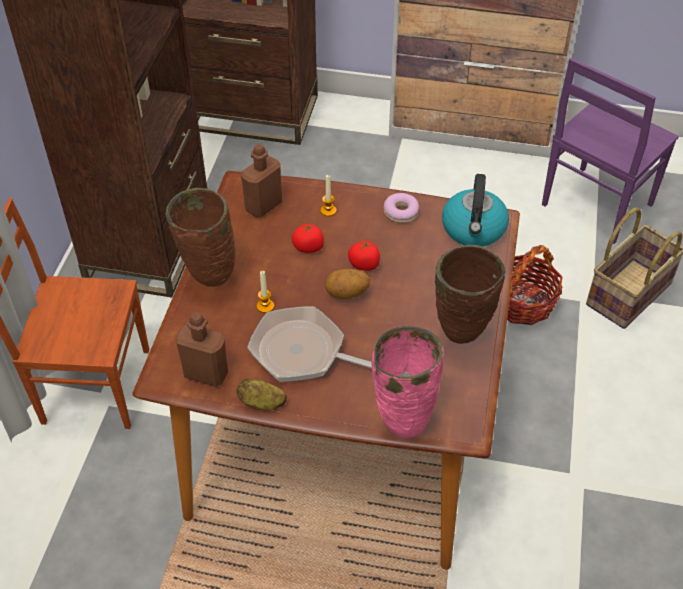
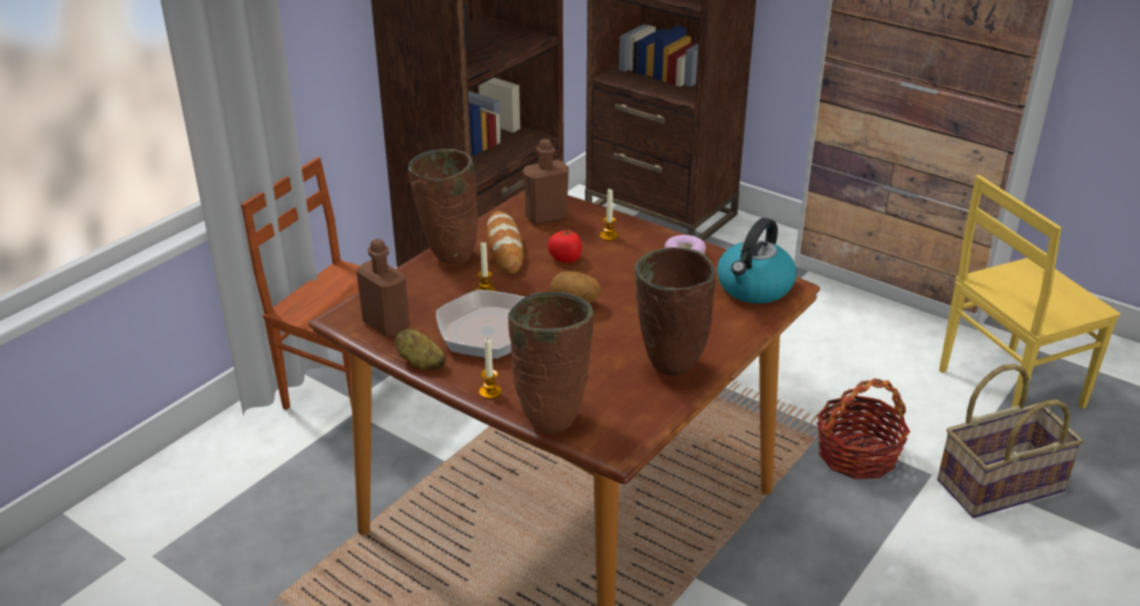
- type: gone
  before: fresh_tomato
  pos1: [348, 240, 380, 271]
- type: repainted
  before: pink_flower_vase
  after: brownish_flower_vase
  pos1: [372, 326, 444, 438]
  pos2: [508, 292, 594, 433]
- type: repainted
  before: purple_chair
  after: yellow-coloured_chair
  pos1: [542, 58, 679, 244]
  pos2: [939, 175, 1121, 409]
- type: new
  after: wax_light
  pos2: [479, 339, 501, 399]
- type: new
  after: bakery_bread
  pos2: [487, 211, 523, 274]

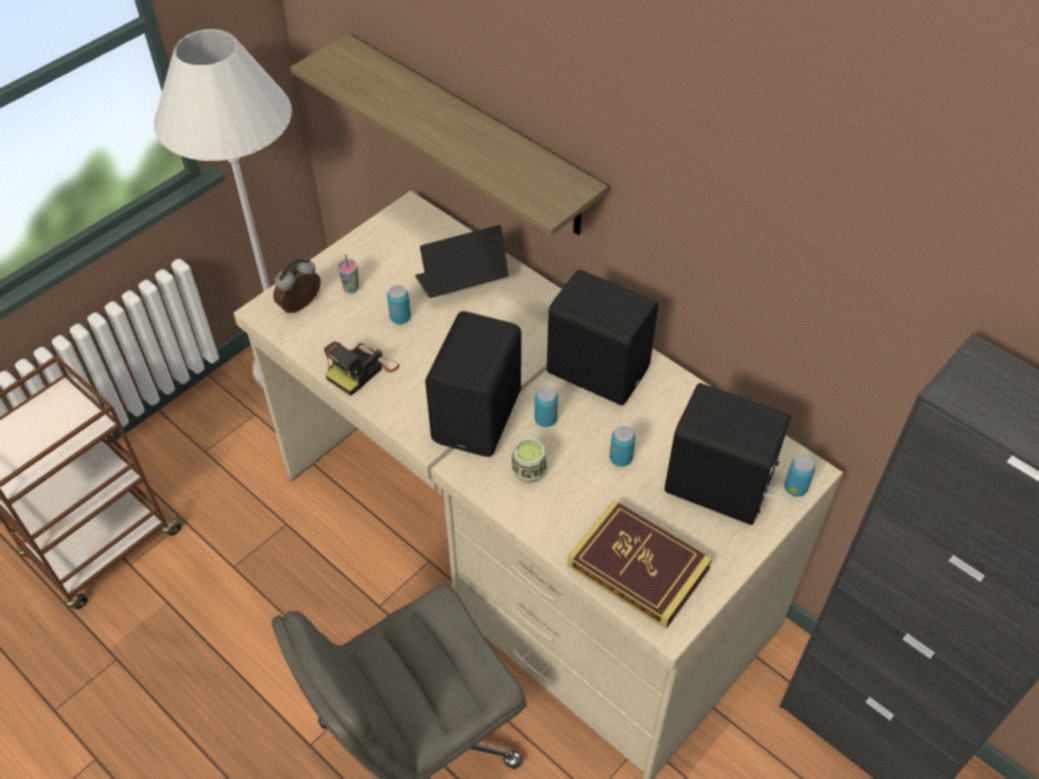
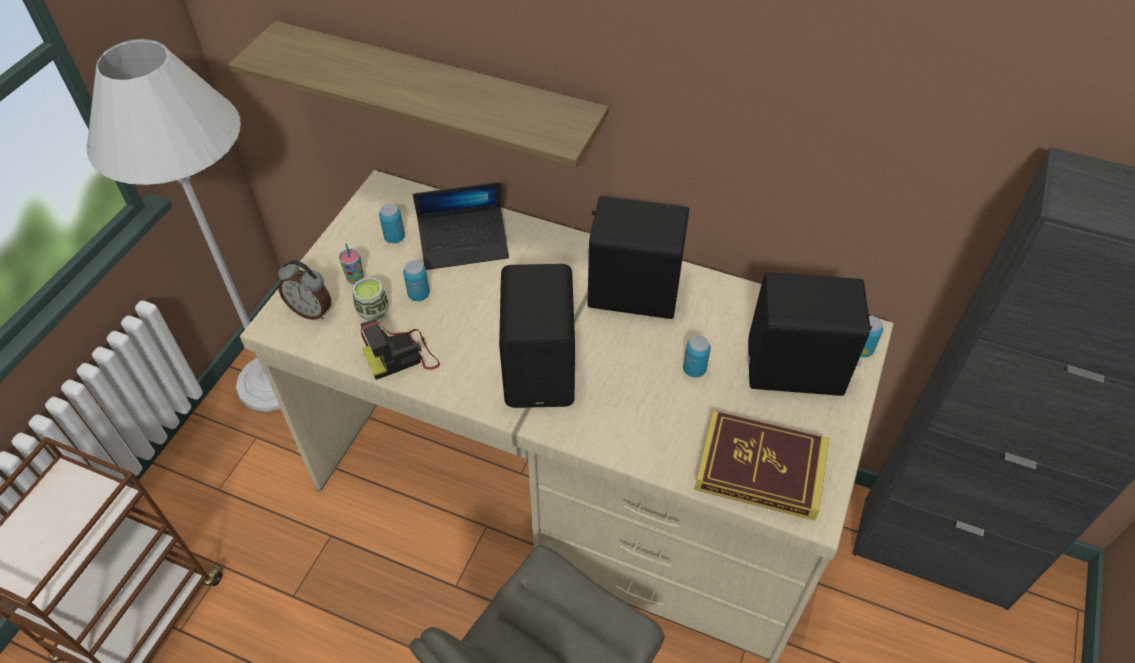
- type: rotated
  before: alarm_clock
  pos1: [273, 259, 321, 313]
  pos2: [278, 260, 331, 320]
  turn: -90
- type: rotated
  before: still_camera
  pos1: [324, 341, 399, 396]
  pos2: [361, 320, 440, 380]
  turn: 45
- type: rotated
  before: laptop
  pos1: [415, 225, 509, 298]
  pos2: [413, 182, 509, 270]
  turn: -150
- type: shifted
  before: drinking_cup
  pos1: [512, 438, 547, 483]
  pos2: [352, 277, 389, 321]
- type: shifted
  before: sealed_can
  pos1: [534, 387, 558, 427]
  pos2: [379, 204, 405, 243]

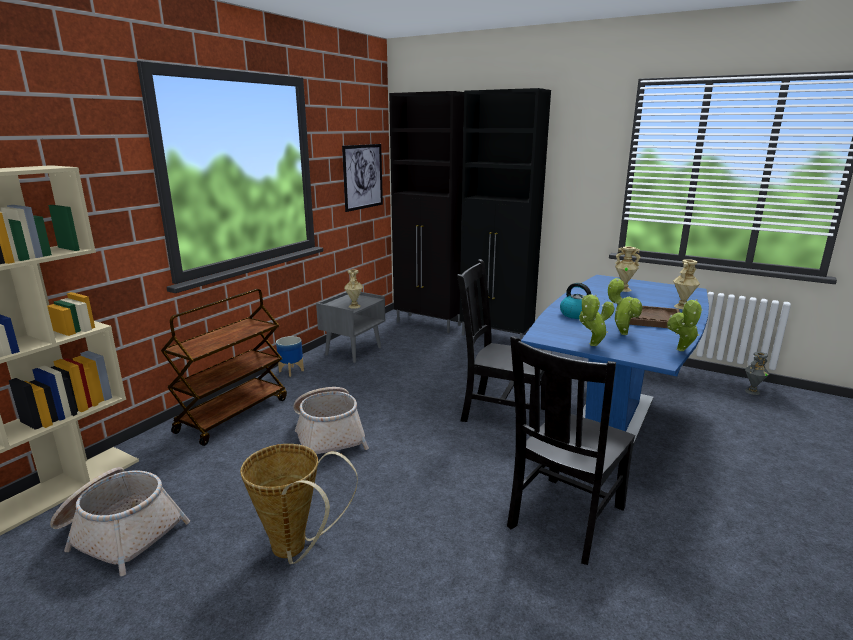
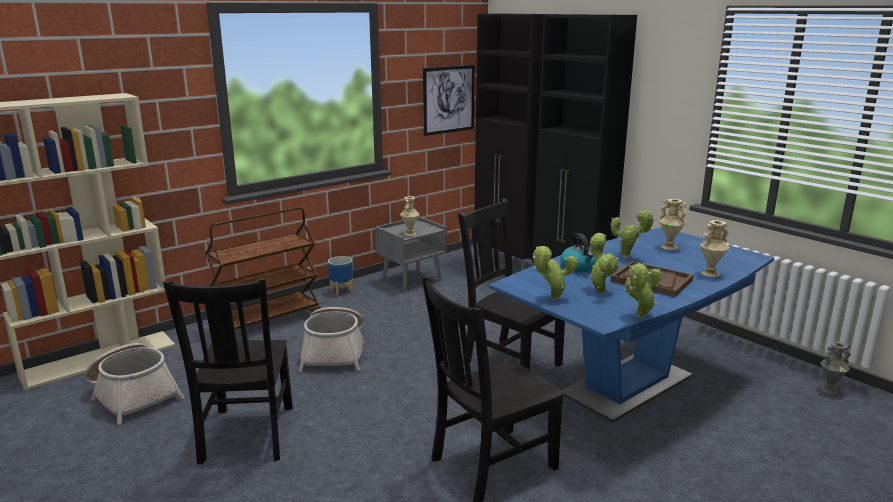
- type: swapped
  before: basket
  after: black-coloured_chair
  pos1: [240, 444, 358, 564]
  pos2: [163, 278, 293, 465]
- type: new
  after: houseplant
  pos2: [611, 209, 655, 258]

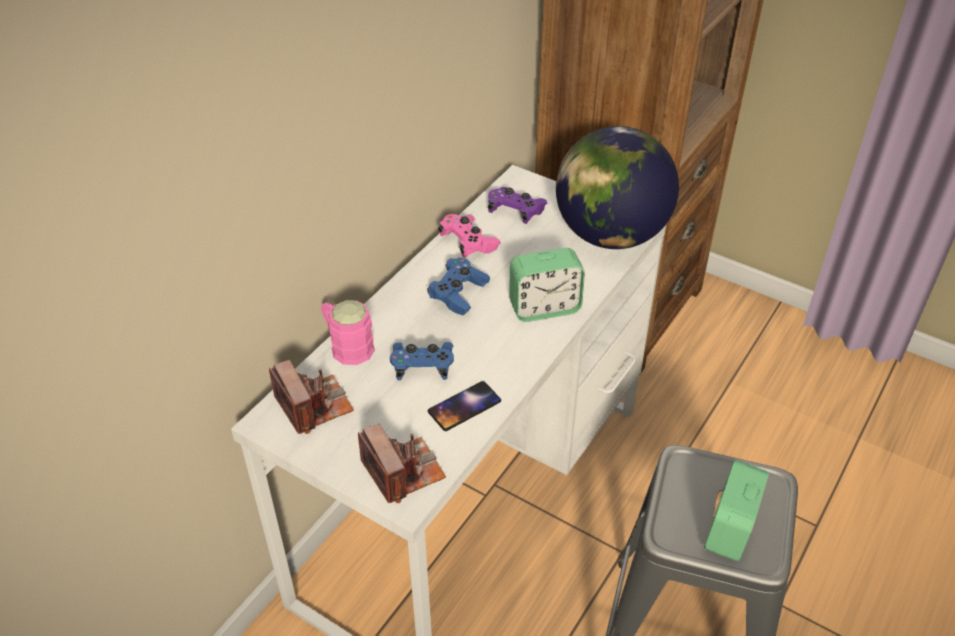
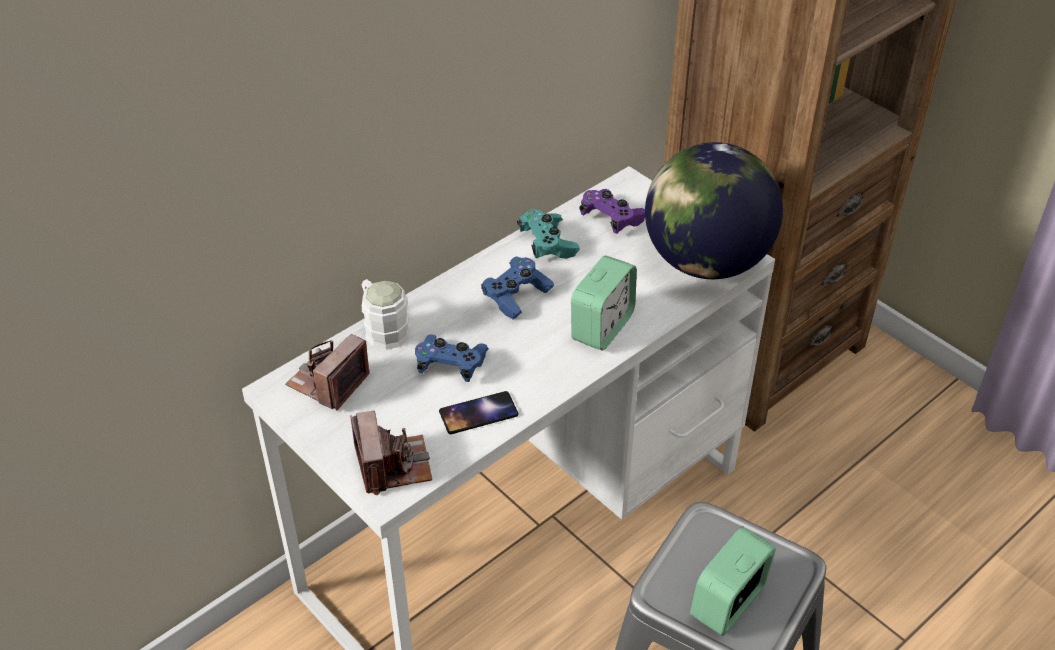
- type: rotated
  before: still_camera
  pos1: [269, 360, 354, 434]
  pos2: [285, 334, 370, 411]
  turn: -135
- type: repainted
  before: pink_mug
  after: white-coloured_mug
  pos1: [320, 300, 375, 365]
  pos2: [362, 279, 410, 350]
- type: repainted
  before: pink_game_controller
  after: blue-green_game_controller
  pos1: [438, 214, 500, 258]
  pos2: [517, 209, 580, 259]
- type: rotated
  before: alarm_clock
  pos1: [509, 248, 585, 322]
  pos2: [571, 255, 637, 351]
  turn: -60

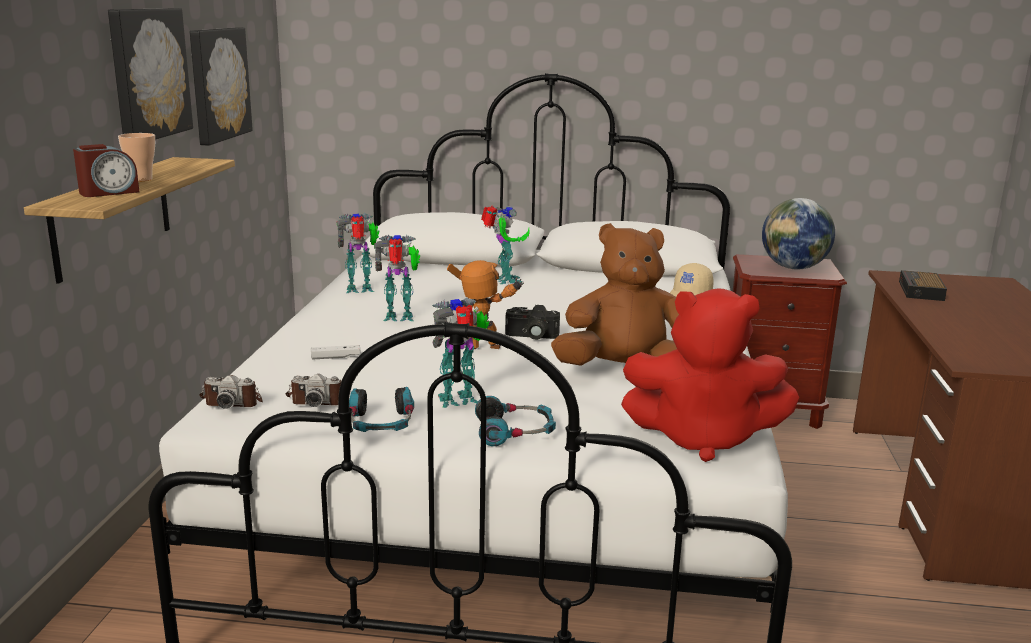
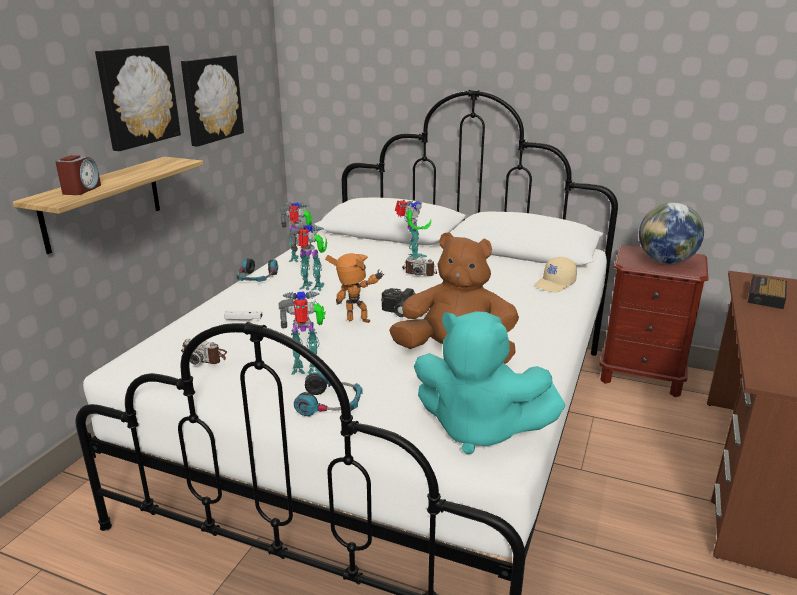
- type: rotated
  before: alarm_clock
  pos1: [73, 144, 139, 197]
  pos2: [55, 155, 101, 195]
  turn: -60
- type: gone
  before: drinking_cup
  pos1: [118, 133, 155, 181]
- type: shifted
  before: still_camera
  pos1: [199, 375, 263, 409]
  pos2: [402, 257, 437, 276]
- type: shifted
  before: headphones
  pos1: [349, 387, 414, 432]
  pos2: [237, 258, 278, 282]
- type: repainted
  before: reddish_plush_toy
  after: blue-green_plush_toy
  pos1: [621, 288, 799, 462]
  pos2: [414, 311, 566, 454]

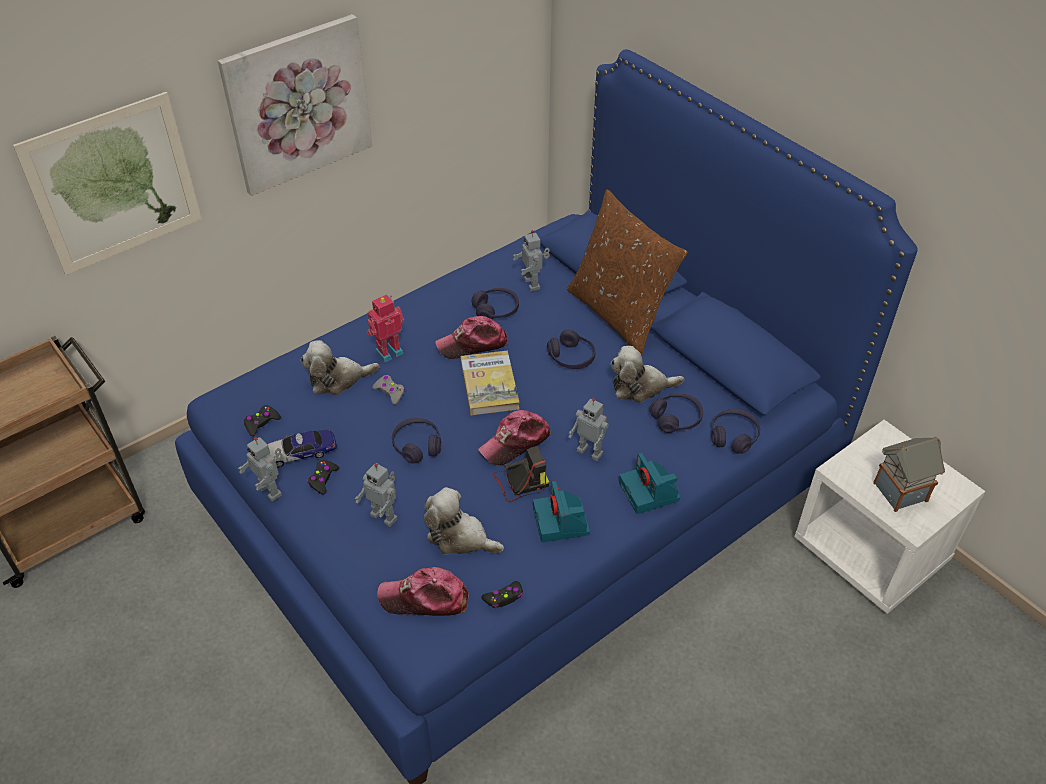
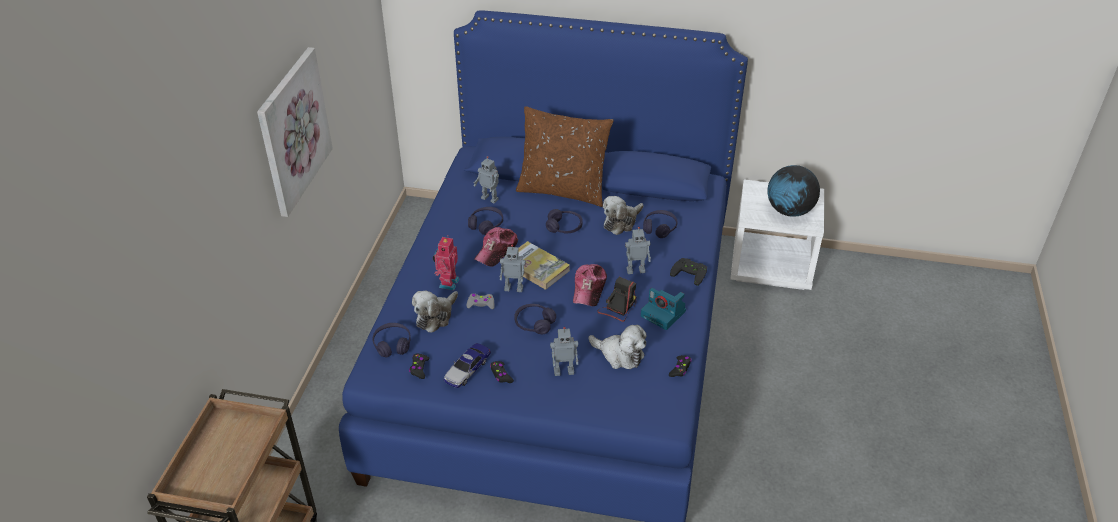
- type: gone
  before: wall_picture
  pos1: [13, 92, 202, 275]
- type: shifted
  before: model_robot
  pos1: [238, 437, 282, 502]
  pos2: [500, 244, 526, 292]
- type: gone
  before: peaked_cap
  pos1: [377, 567, 469, 616]
- type: rotated
  before: plush_toy
  pos1: [423, 487, 504, 555]
  pos2: [588, 325, 647, 369]
  turn: -135
- type: swapped
  before: still_camera
  after: black-coloured_game_controller
  pos1: [619, 453, 680, 514]
  pos2: [670, 258, 707, 286]
- type: shifted
  before: purple_headphones
  pos1: [711, 409, 760, 454]
  pos2: [372, 323, 411, 358]
- type: swapped
  before: miniature_house
  after: globe
  pos1: [873, 437, 945, 512]
  pos2: [767, 165, 820, 217]

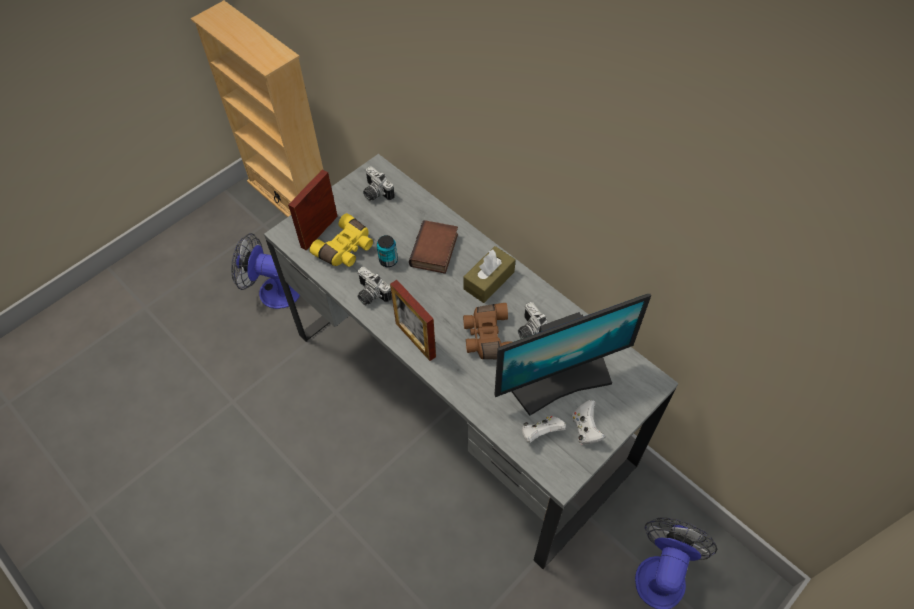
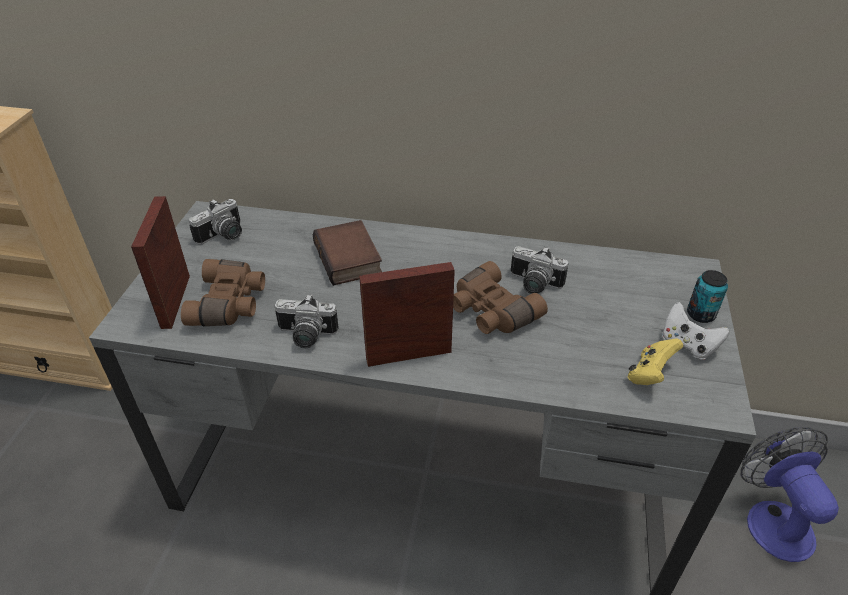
- type: gone
  before: cooling_fan
  pos1: [231, 233, 300, 309]
- type: repainted
  before: yellow-coloured_binoculars
  after: brownish_binoculars
  pos1: [310, 213, 373, 267]
  pos2: [181, 259, 265, 326]
- type: rotated
  before: still_camera
  pos1: [363, 166, 395, 201]
  pos2: [189, 199, 242, 244]
  turn: -60
- type: shifted
  before: sealed_can
  pos1: [377, 235, 398, 267]
  pos2: [687, 270, 728, 323]
- type: rotated
  before: picture_frame
  pos1: [390, 280, 436, 361]
  pos2: [359, 262, 455, 367]
  turn: 150
- type: gone
  before: brownish_tissue_box
  pos1: [463, 246, 516, 303]
- type: gone
  before: monitor
  pos1: [494, 294, 651, 416]
- type: repainted
  before: white-coloured_game_controller
  after: yellow-coloured_game_controller
  pos1: [522, 416, 566, 443]
  pos2: [628, 338, 683, 385]

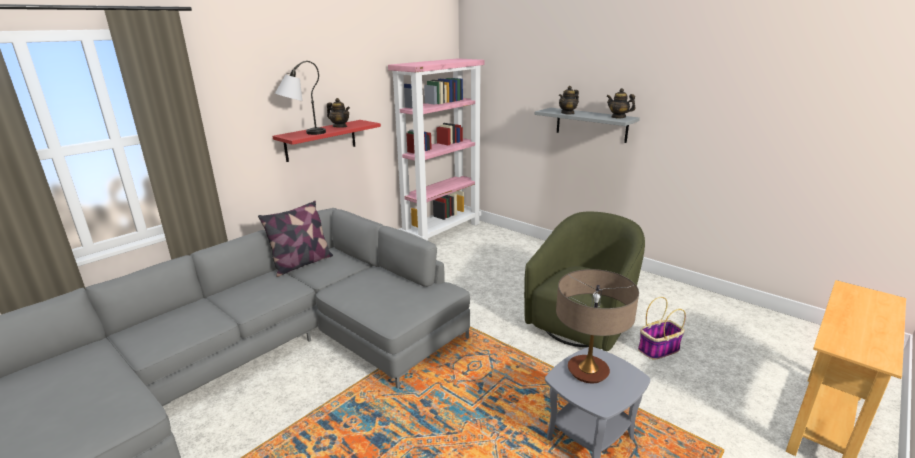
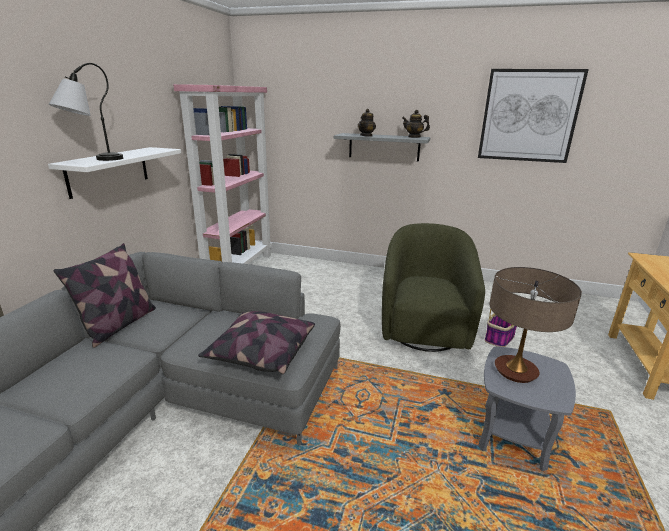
- type: repainted
  before: reddish_shelf
  after: white-coloured_shelf
  pos1: [273, 120, 381, 162]
  pos2: [48, 147, 181, 199]
- type: gone
  before: pot_for_tea
  pos1: [327, 98, 350, 128]
- type: new
  after: pillow
  pos2: [198, 311, 315, 374]
- type: new
  after: wall_picture
  pos2: [478, 69, 589, 163]

